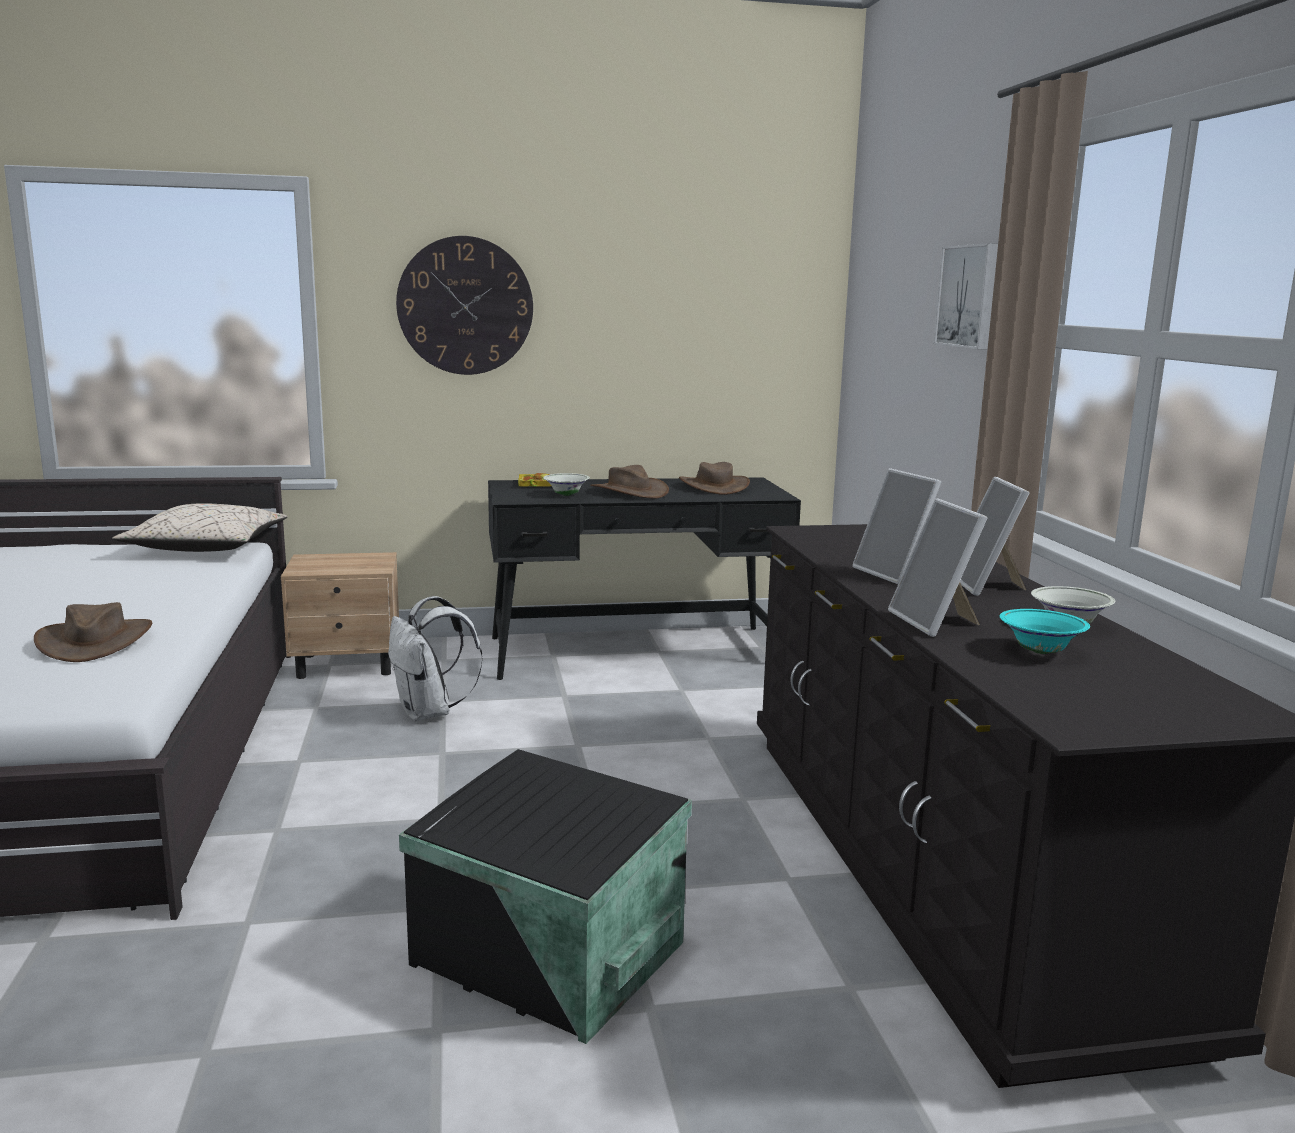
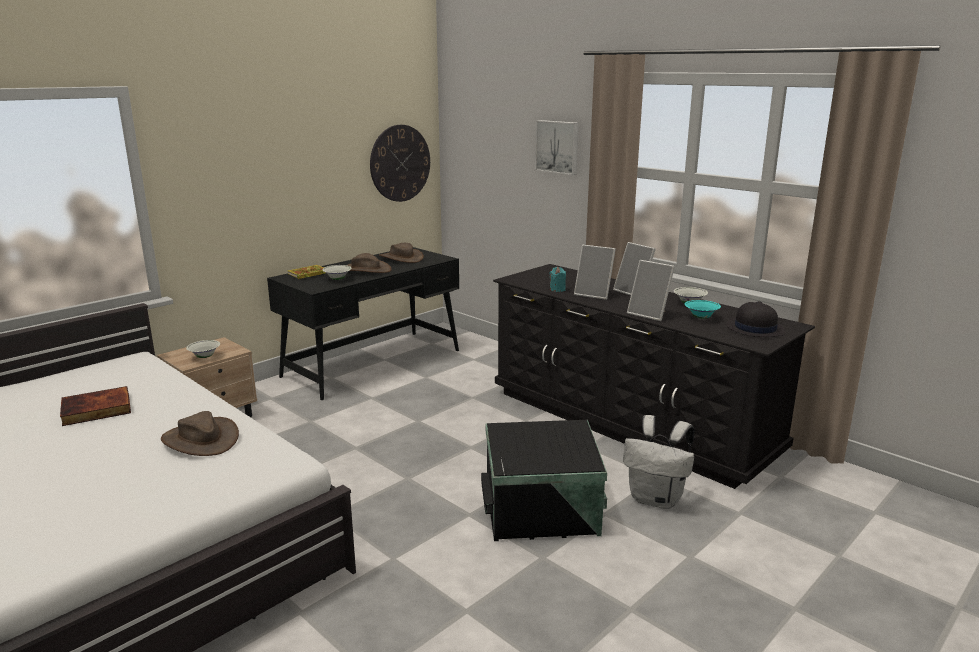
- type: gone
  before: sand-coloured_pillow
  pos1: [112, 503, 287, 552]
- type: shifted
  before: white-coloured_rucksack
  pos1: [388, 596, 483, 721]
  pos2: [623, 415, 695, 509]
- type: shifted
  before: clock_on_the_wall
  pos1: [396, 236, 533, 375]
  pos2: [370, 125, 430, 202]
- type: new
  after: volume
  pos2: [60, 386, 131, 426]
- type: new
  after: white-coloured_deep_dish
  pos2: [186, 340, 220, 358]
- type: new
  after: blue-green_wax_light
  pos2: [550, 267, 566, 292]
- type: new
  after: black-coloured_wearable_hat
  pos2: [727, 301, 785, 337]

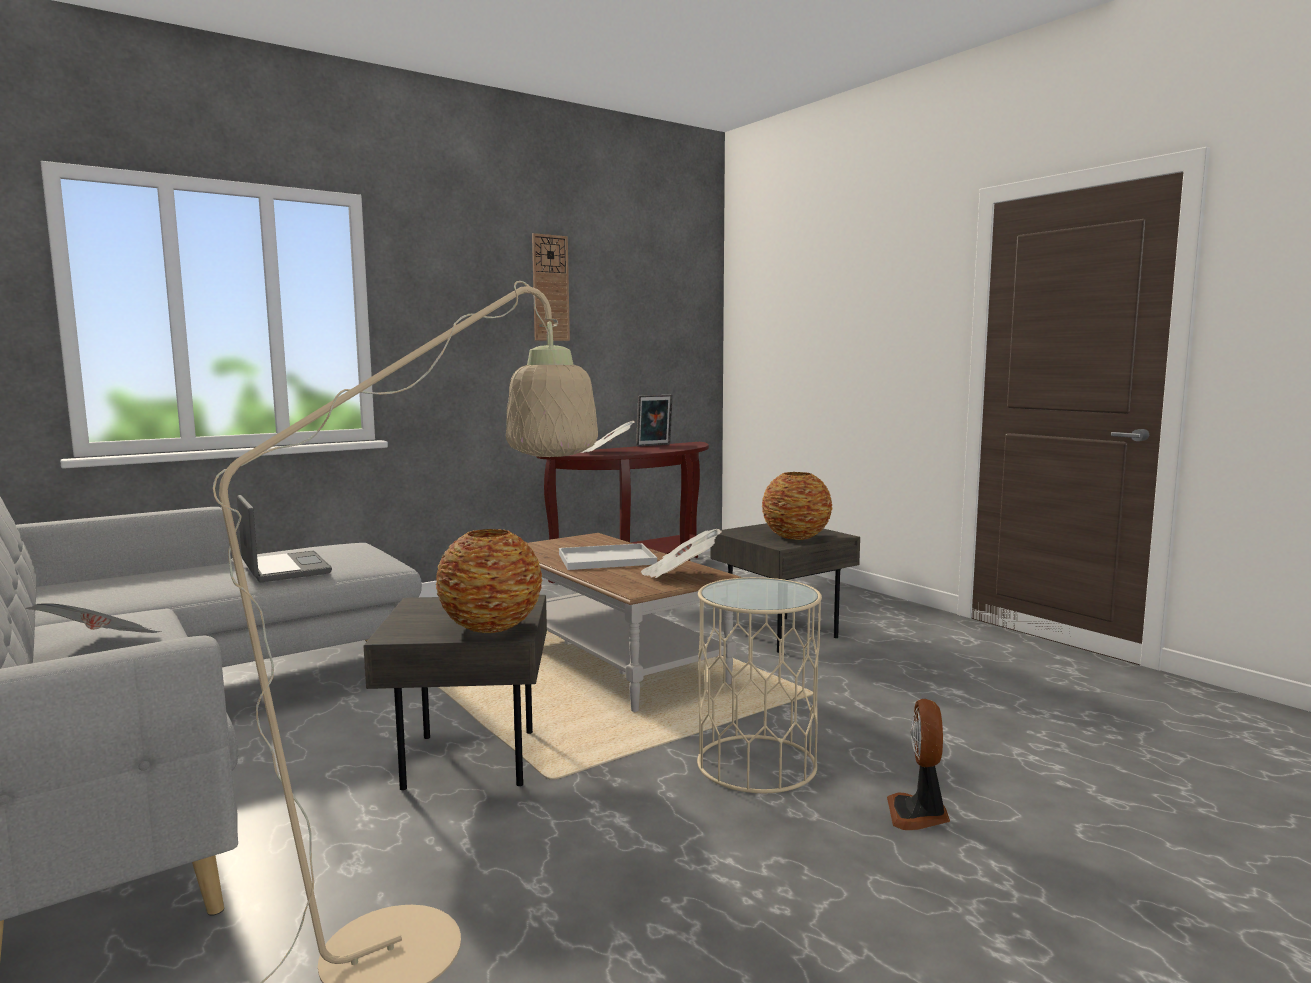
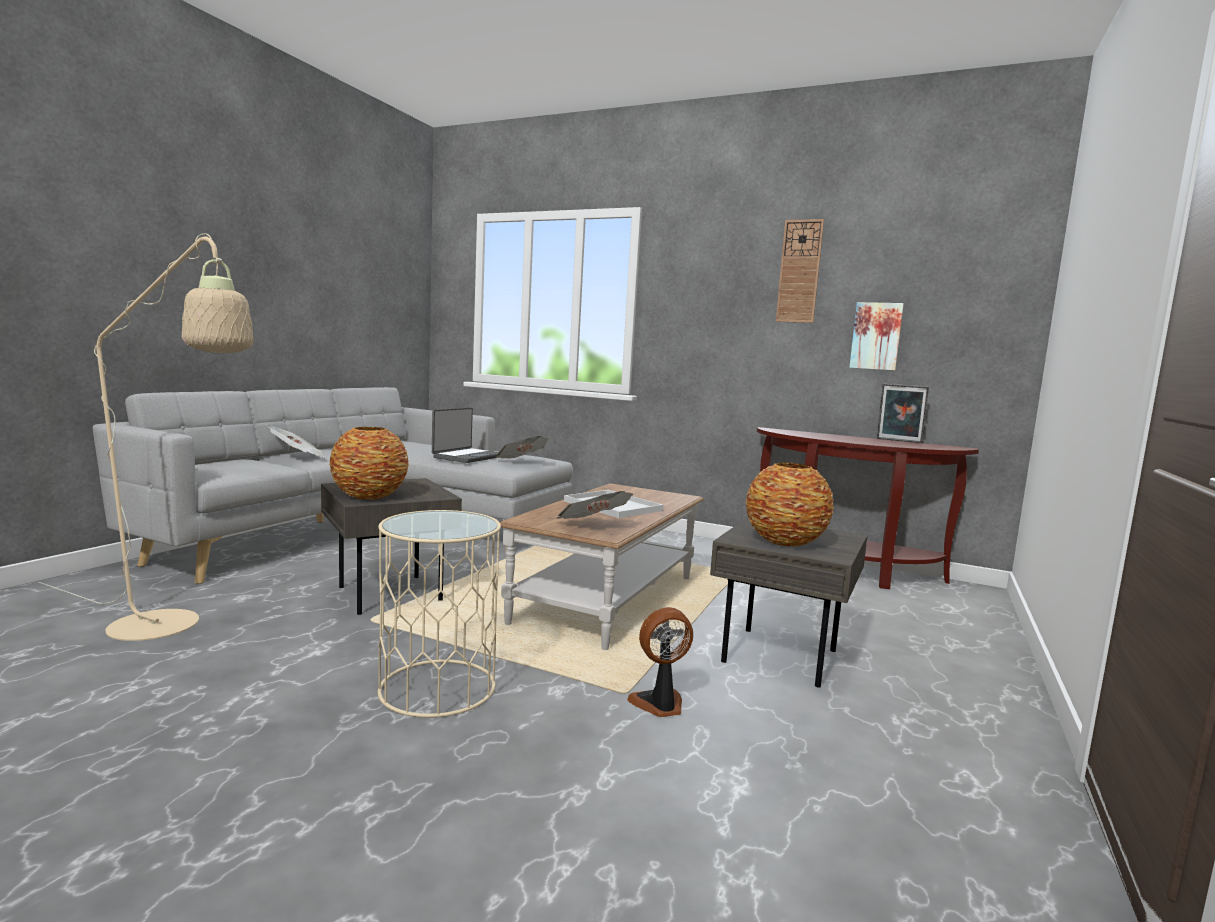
- type: shifted
  before: daily_paper
  pos1: [581, 421, 635, 453]
  pos2: [496, 436, 549, 459]
- type: shifted
  before: cooling_fan
  pos1: [887, 699, 950, 830]
  pos2: [627, 607, 693, 717]
- type: new
  after: wall_picture
  pos2: [849, 302, 904, 370]

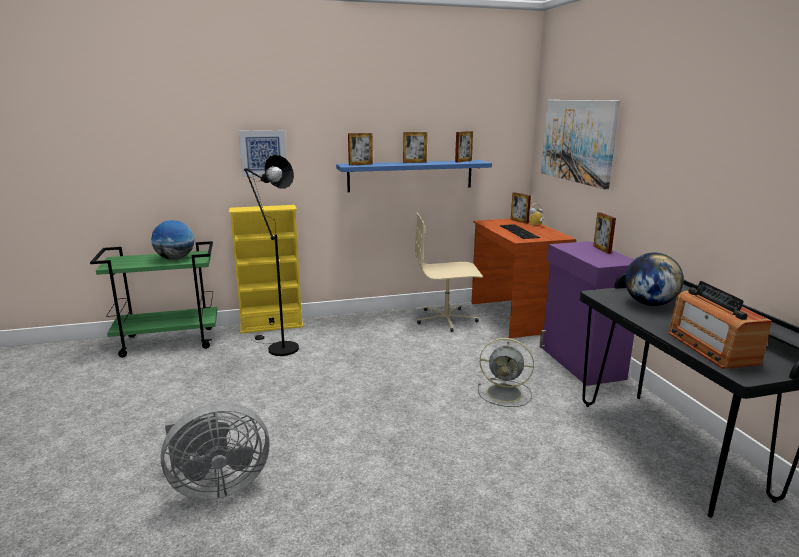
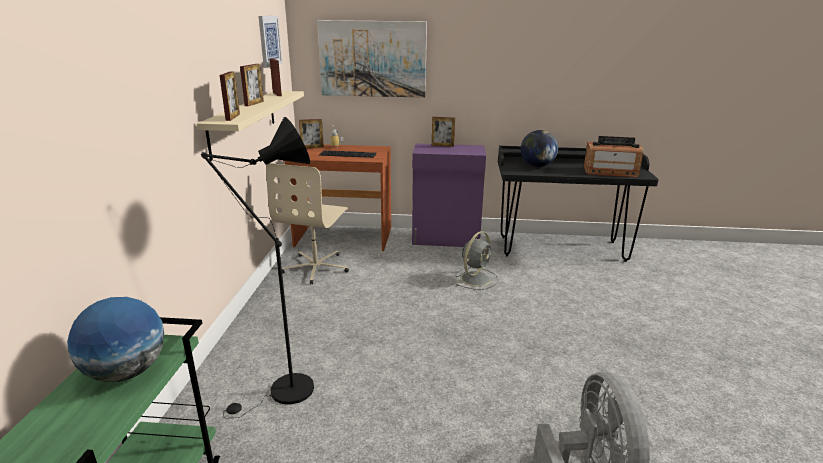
- type: gone
  before: yellow-coloured_bookshelf
  pos1: [229, 205, 303, 333]
- type: shifted
  before: wall_picture
  pos1: [238, 130, 287, 177]
  pos2: [258, 16, 282, 68]
- type: repainted
  before: bluish_shelf
  after: sand-coloured_shelf
  pos1: [336, 160, 492, 192]
  pos2: [197, 91, 304, 161]

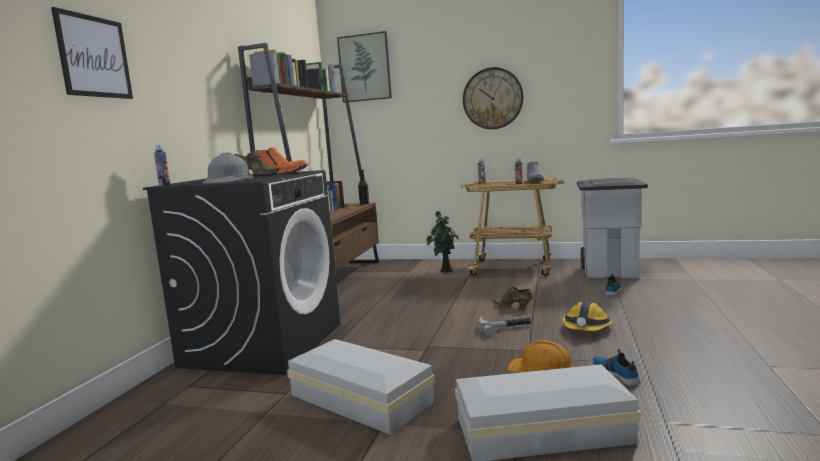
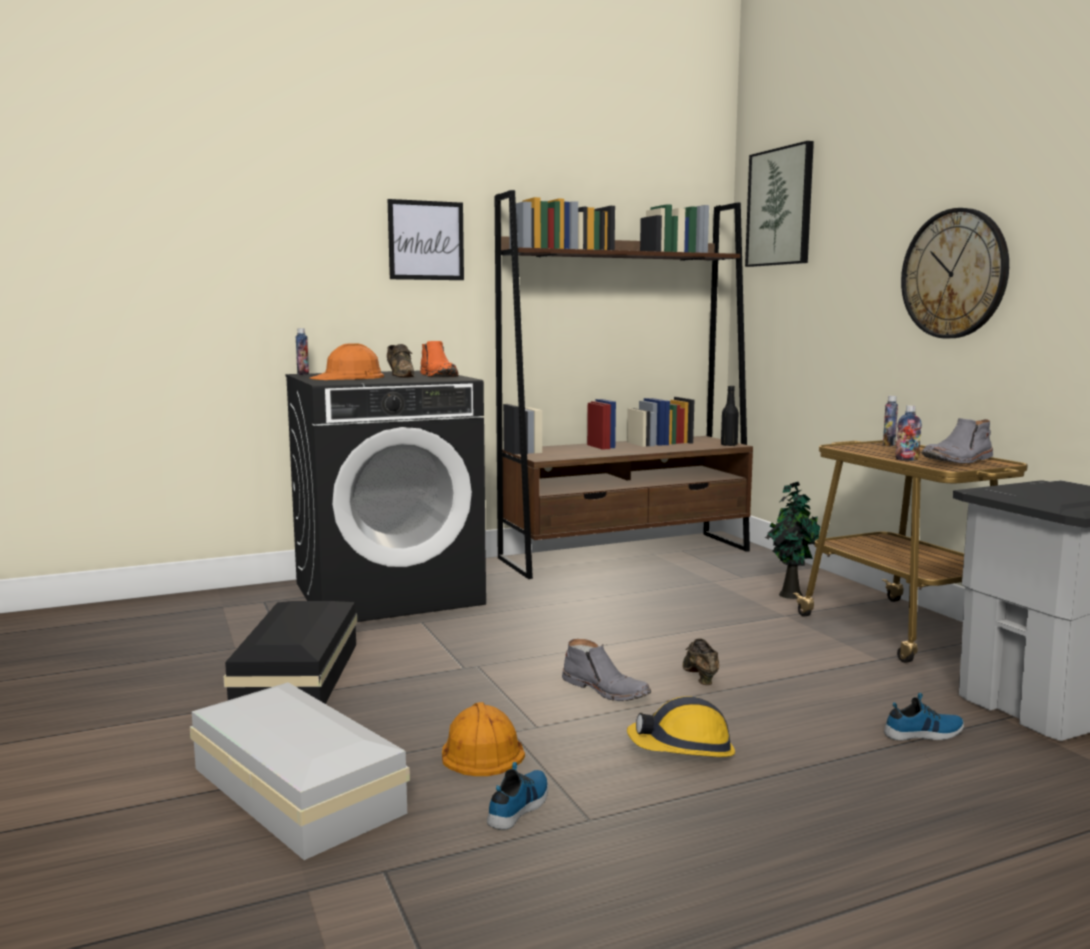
- type: shifted
  before: wall_picture
  pos1: [51, 7, 133, 99]
  pos2: [388, 199, 464, 280]
- type: repainted
  before: grey_hard_hat
  after: orangey_hard_hat
  pos1: [202, 152, 253, 184]
  pos2: [310, 343, 384, 380]
- type: repainted
  before: white-coloured_storage_bin
  after: black-coloured_storage_bin
  pos1: [287, 339, 435, 435]
  pos2: [224, 601, 357, 704]
- type: swapped
  before: hammer
  after: grey_tall_boot
  pos1: [478, 316, 531, 336]
  pos2: [562, 639, 651, 701]

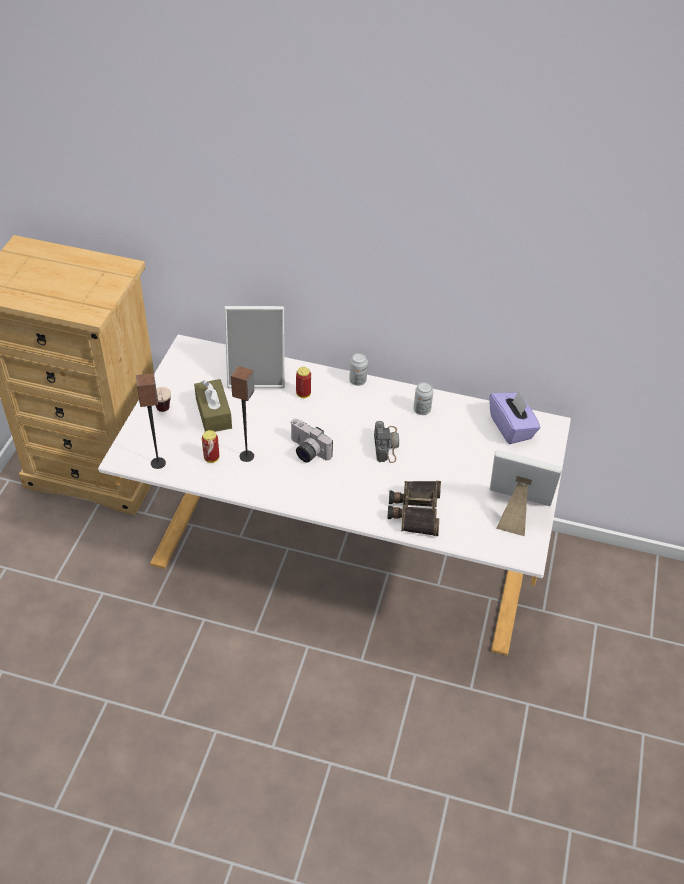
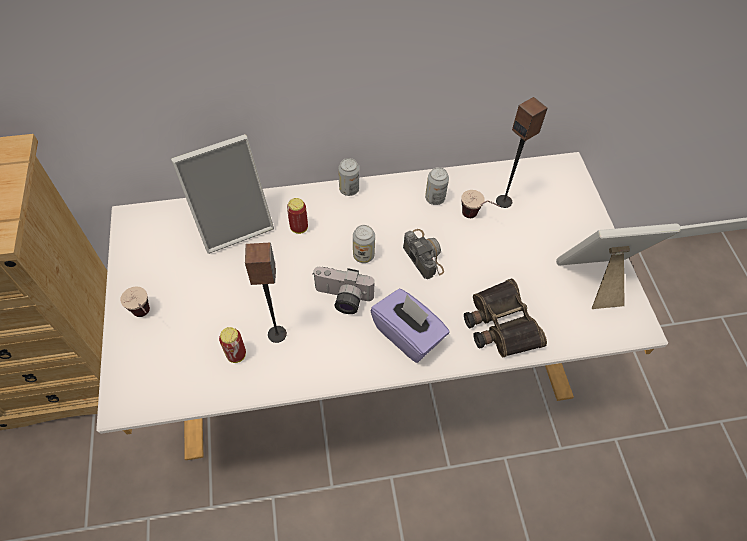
- type: shifted
  before: loudspeaker
  pos1: [136, 373, 166, 469]
  pos2: [496, 97, 548, 208]
- type: gone
  before: brownish_tissue_box
  pos1: [194, 379, 232, 432]
- type: shifted
  before: purple_tissue_box
  pos1: [490, 391, 541, 444]
  pos2: [370, 289, 450, 363]
- type: new
  after: sealed_can
  pos2: [353, 225, 375, 263]
- type: new
  after: drinking_cup
  pos2: [461, 190, 500, 218]

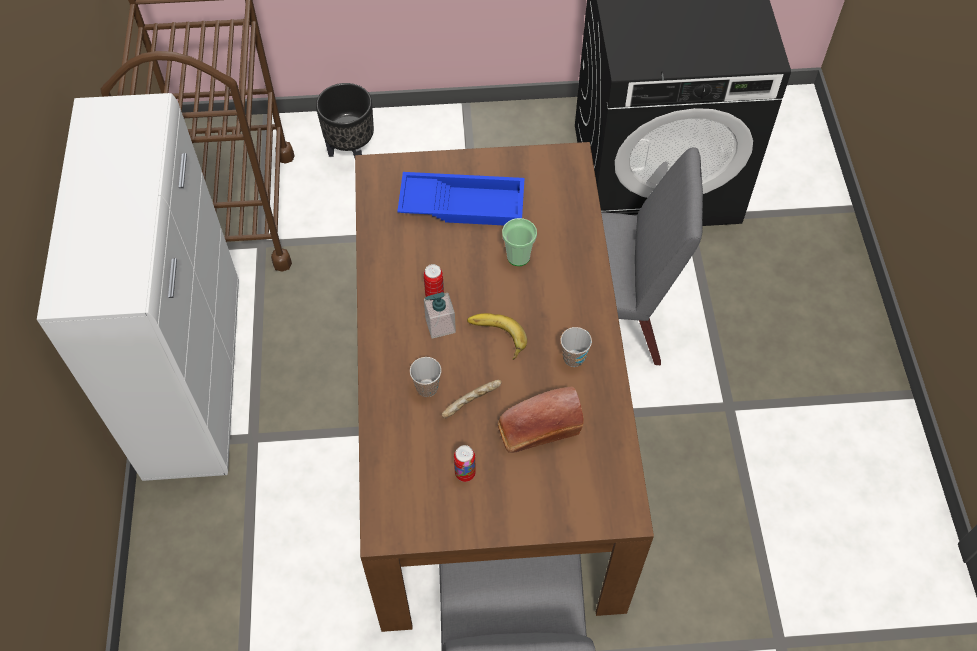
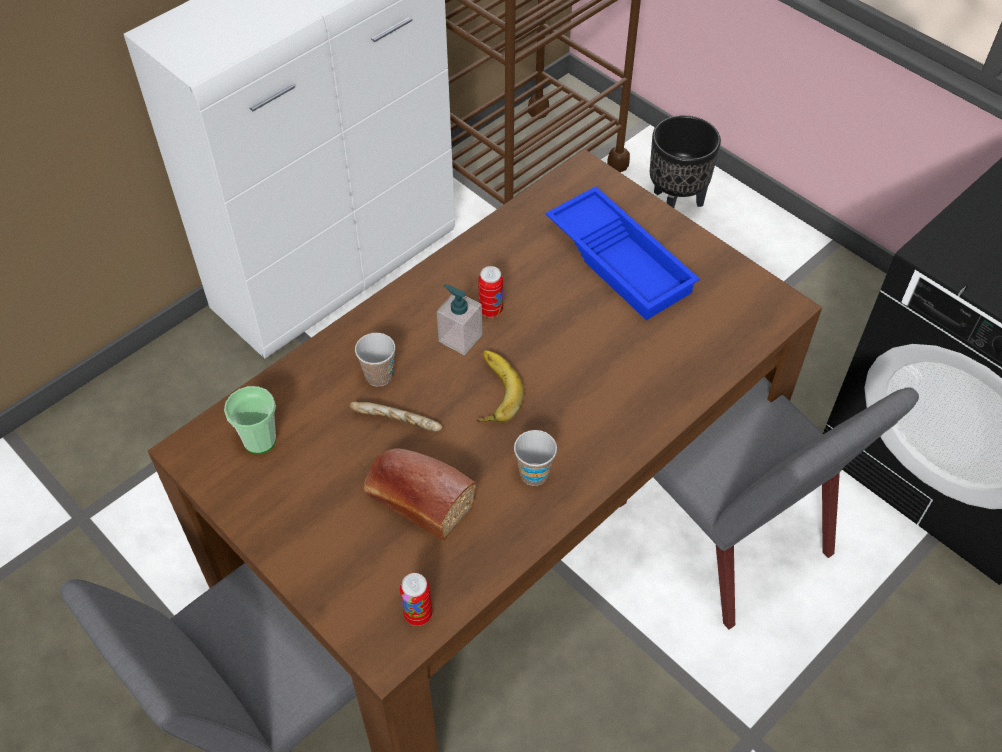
- type: shifted
  before: sealed_can
  pos1: [454, 445, 476, 482]
  pos2: [400, 573, 432, 626]
- type: shifted
  before: drinking_cup
  pos1: [502, 218, 537, 266]
  pos2: [224, 386, 276, 454]

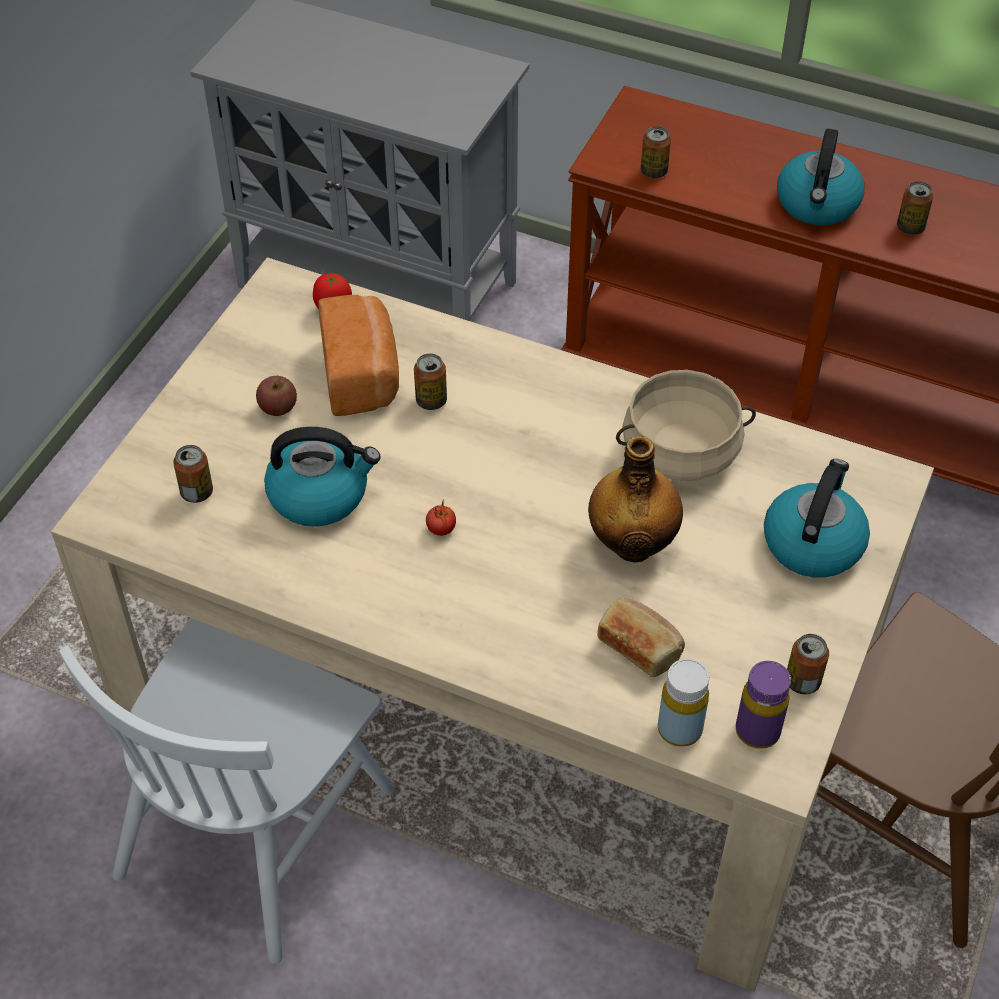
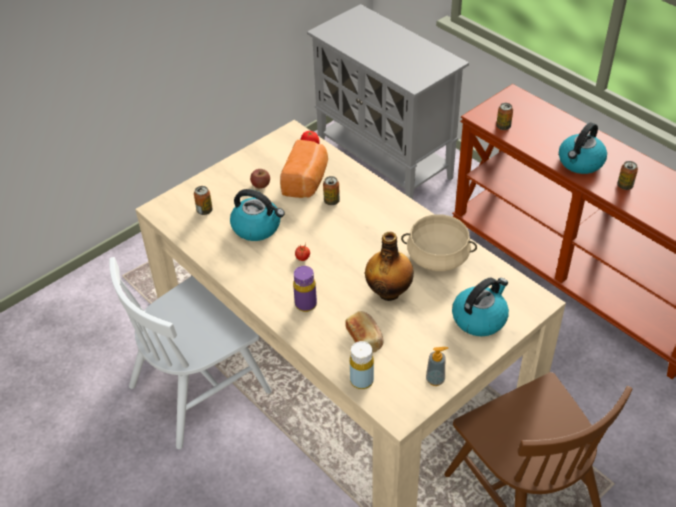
- type: shifted
  before: purple_drink_bottle
  pos1: [736, 661, 791, 749]
  pos2: [293, 266, 317, 312]
- type: swapped
  before: sealed_can
  after: liquid_soap_bottle
  pos1: [787, 634, 829, 694]
  pos2: [426, 347, 448, 386]

